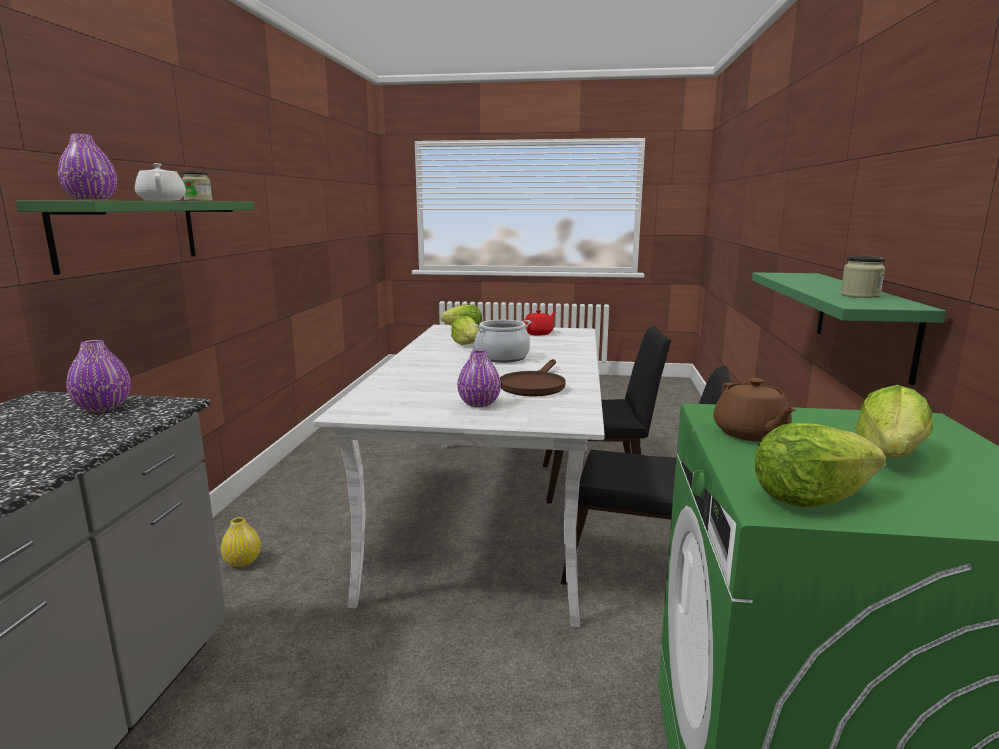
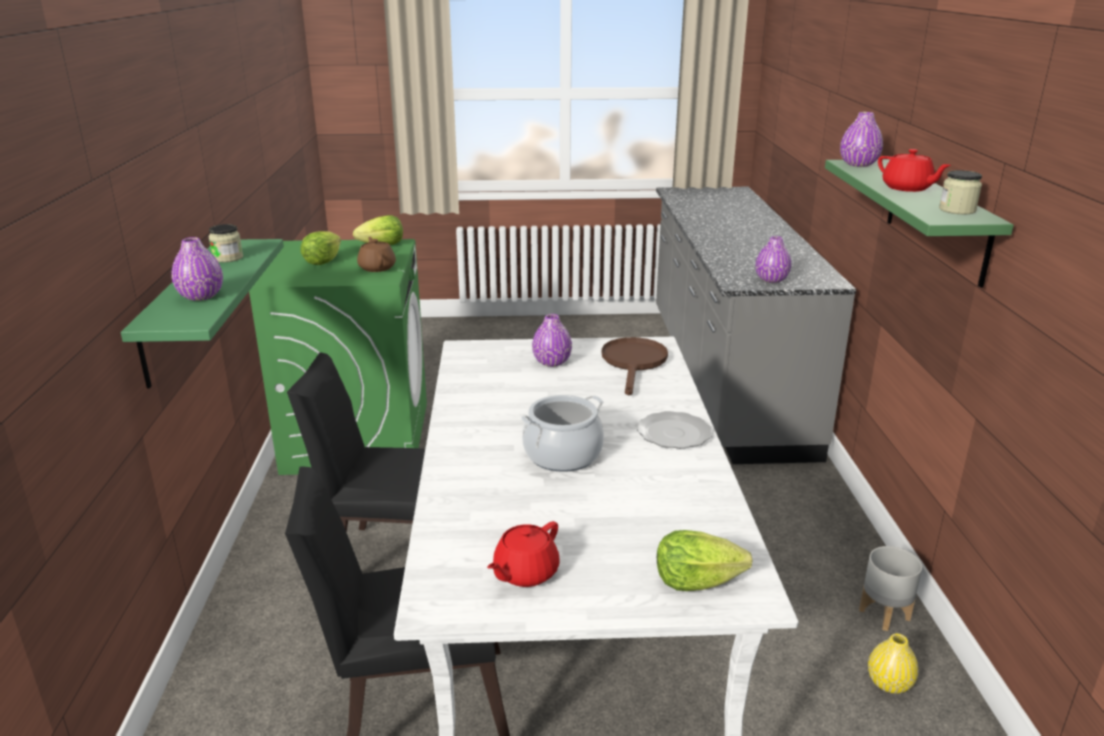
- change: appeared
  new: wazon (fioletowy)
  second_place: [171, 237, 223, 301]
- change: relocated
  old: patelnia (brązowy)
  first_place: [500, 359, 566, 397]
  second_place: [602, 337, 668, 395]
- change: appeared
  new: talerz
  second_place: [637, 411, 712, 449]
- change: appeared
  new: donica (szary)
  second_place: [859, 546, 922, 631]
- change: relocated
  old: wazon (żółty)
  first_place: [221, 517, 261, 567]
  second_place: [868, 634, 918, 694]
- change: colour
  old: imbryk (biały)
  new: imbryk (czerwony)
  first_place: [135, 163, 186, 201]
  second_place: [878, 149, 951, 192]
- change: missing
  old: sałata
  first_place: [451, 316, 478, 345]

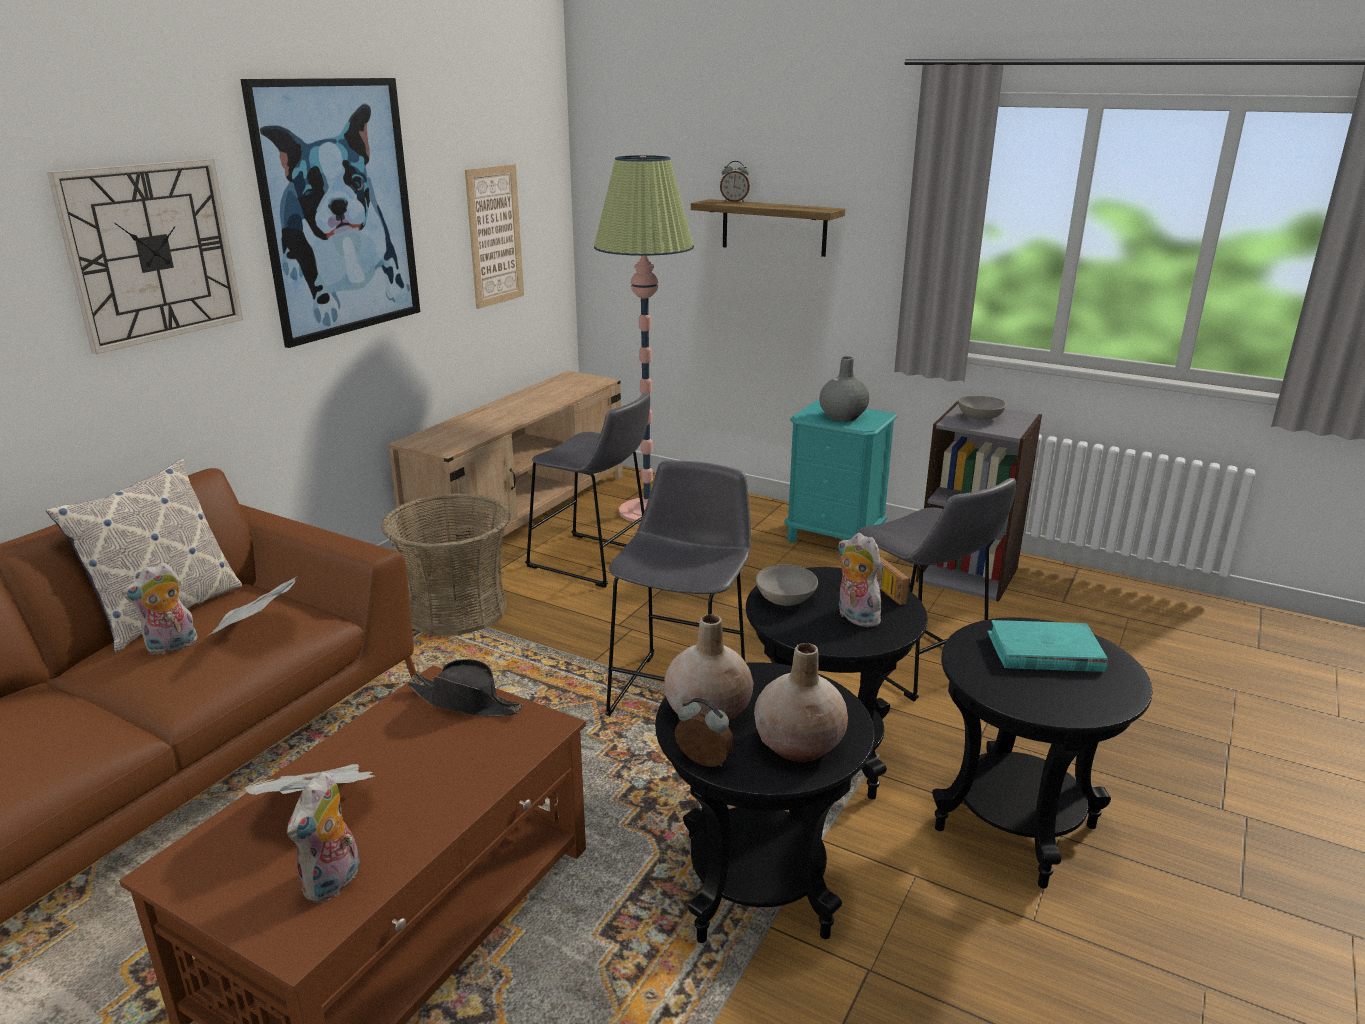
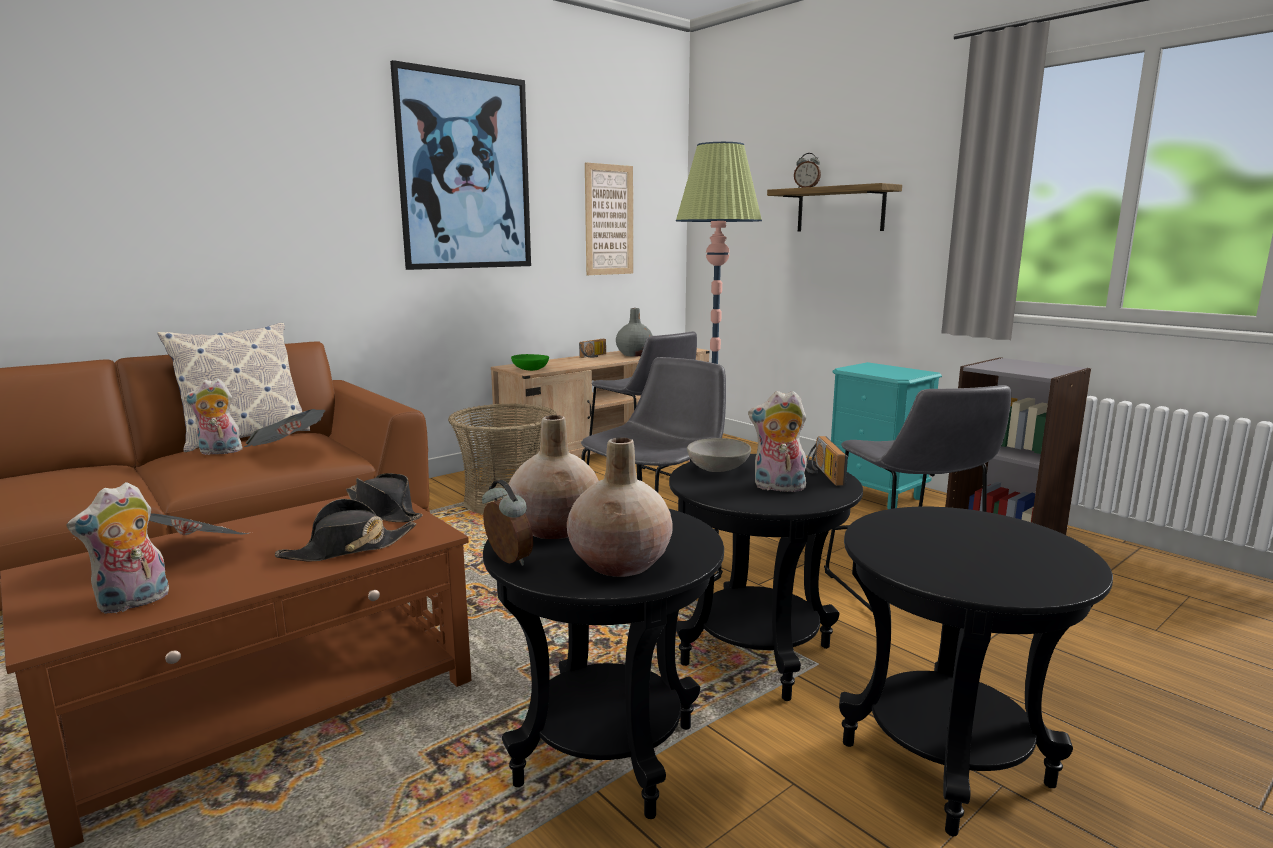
- change: appeared
  new: kapelusz (czarny)
  second_place: [275, 499, 416, 561]
- change: appeared
  new: miska (zielony)
  second_place: [511, 354, 549, 371]
- change: appeared
  new: radio
  second_place: [579, 339, 606, 358]
- change: relocated
  old: wazon (szary)
  first_place: [819, 356, 869, 422]
  second_place: [616, 308, 653, 356]
- change: spun
  old: pluszak
  first_place: [837, 533, 881, 627]
  second_place: [748, 391, 807, 492]
  degrees: -60
- change: missing
  old: zegar ścienny
  first_place: [47, 159, 243, 354]
- change: missing
  old: miska (szary)
  first_place: [958, 396, 1006, 420]
- change: missing
  old: książka (turkusowy)
  first_place: [987, 620, 1108, 672]

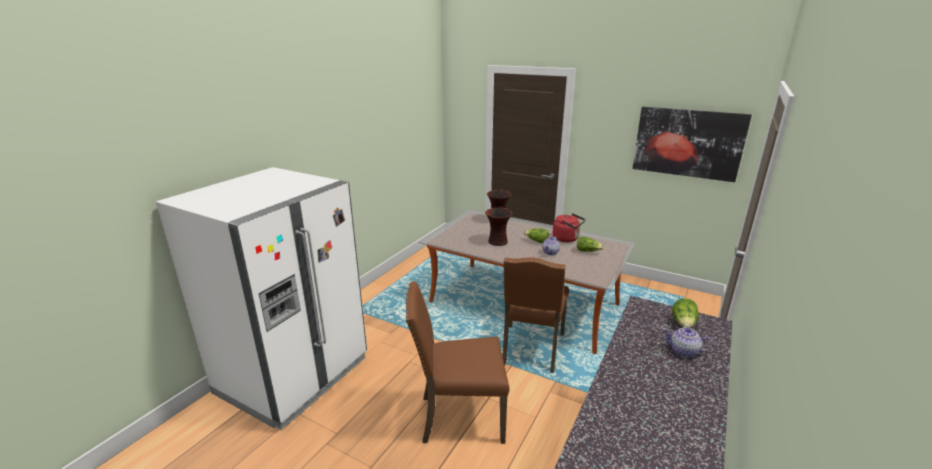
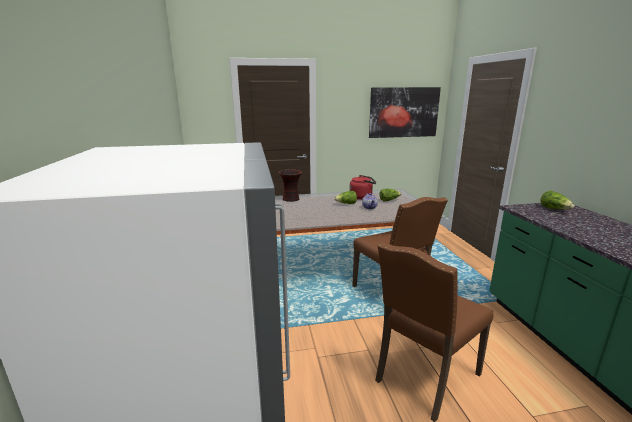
- change: missing
  old: wazon
  first_place: [485, 207, 513, 246]
- change: missing
  old: imbryk
  first_place: [662, 327, 713, 357]

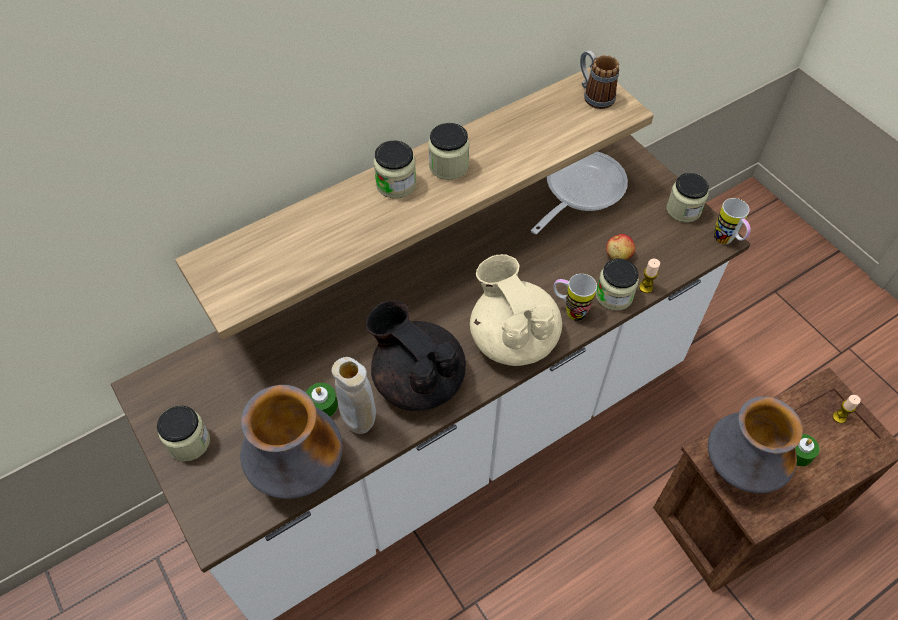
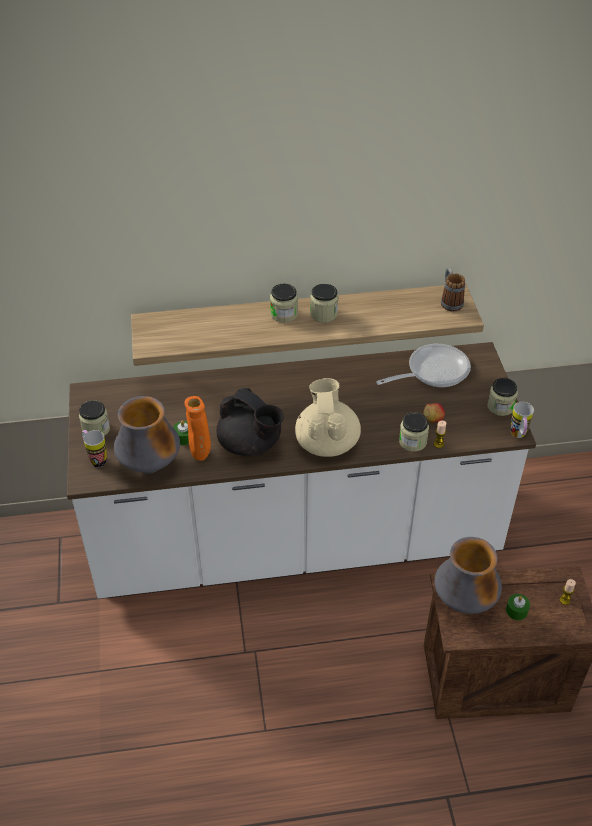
- change: relocated
  old: kubek
  first_place: [553, 274, 597, 321]
  second_place: [82, 430, 107, 467]
- change: colour
  old: wazon (beżowy)
  new: wazon (pomarańczowy)
  first_place: [331, 357, 376, 434]
  second_place: [184, 396, 211, 461]
- change: spun
  old: imbryk (czarny)
  first_place: [366, 300, 466, 411]
  second_place: [216, 388, 284, 456]
  degrees: 150

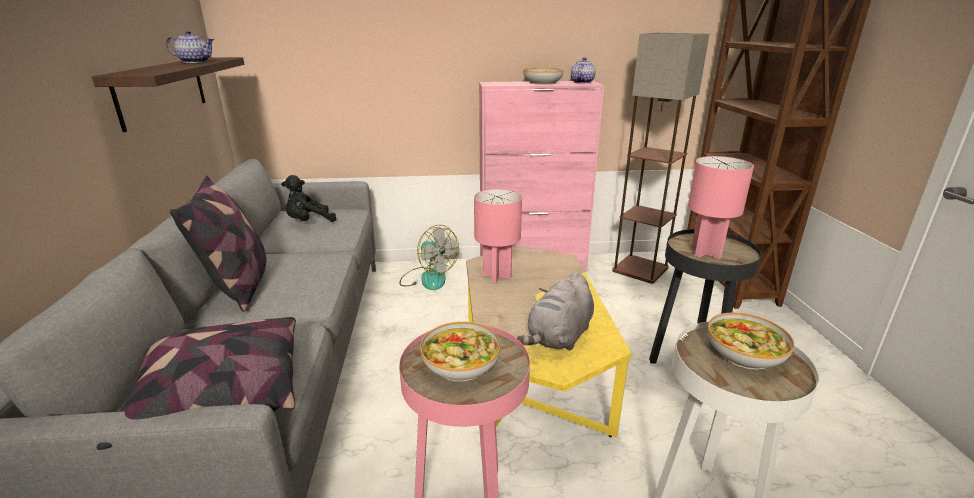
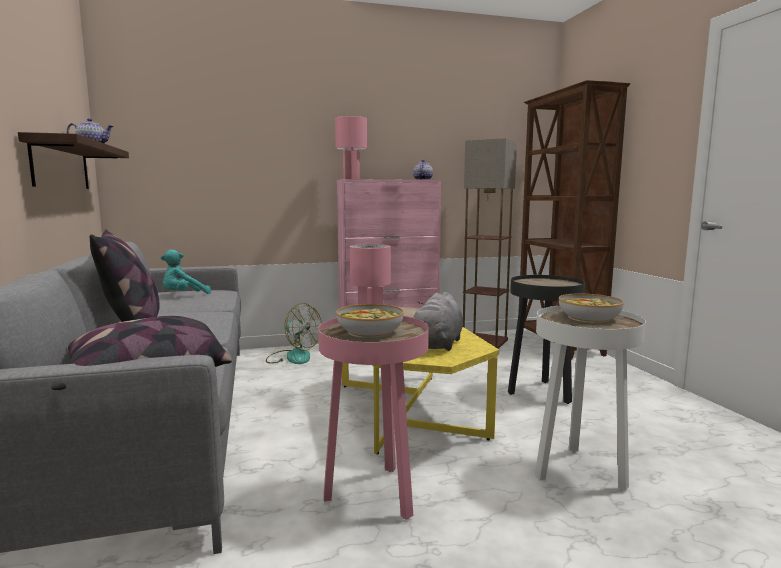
- change: colour
  old: pluszak (czarny)
  new: pluszak (turkusowy)
  first_place: [281, 175, 336, 222]
  second_place: [161, 249, 211, 294]
- change: relocated
  old: lampa stołowa (różowy)
  first_place: [688, 156, 754, 259]
  second_place: [335, 116, 367, 179]
- change: missing
  old: miska
  first_place: [523, 68, 564, 85]

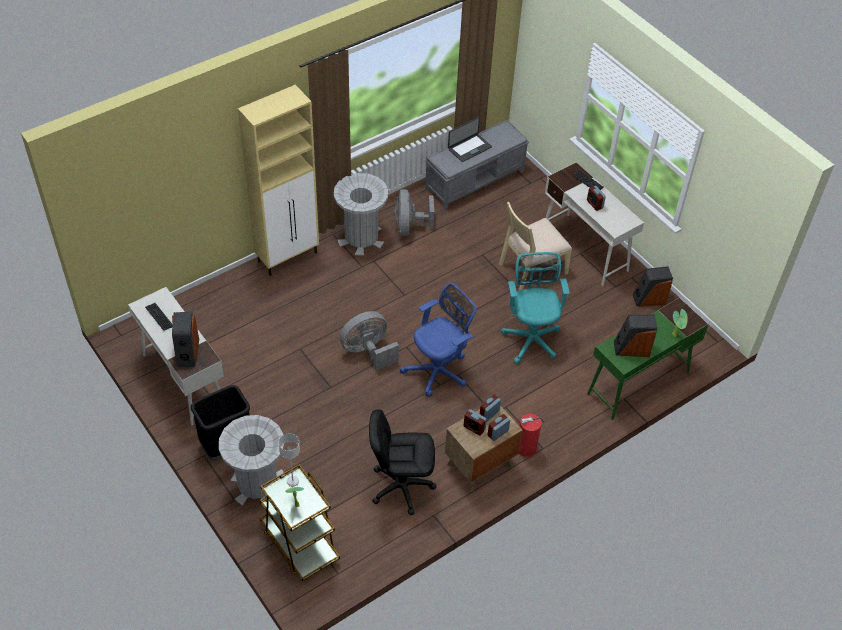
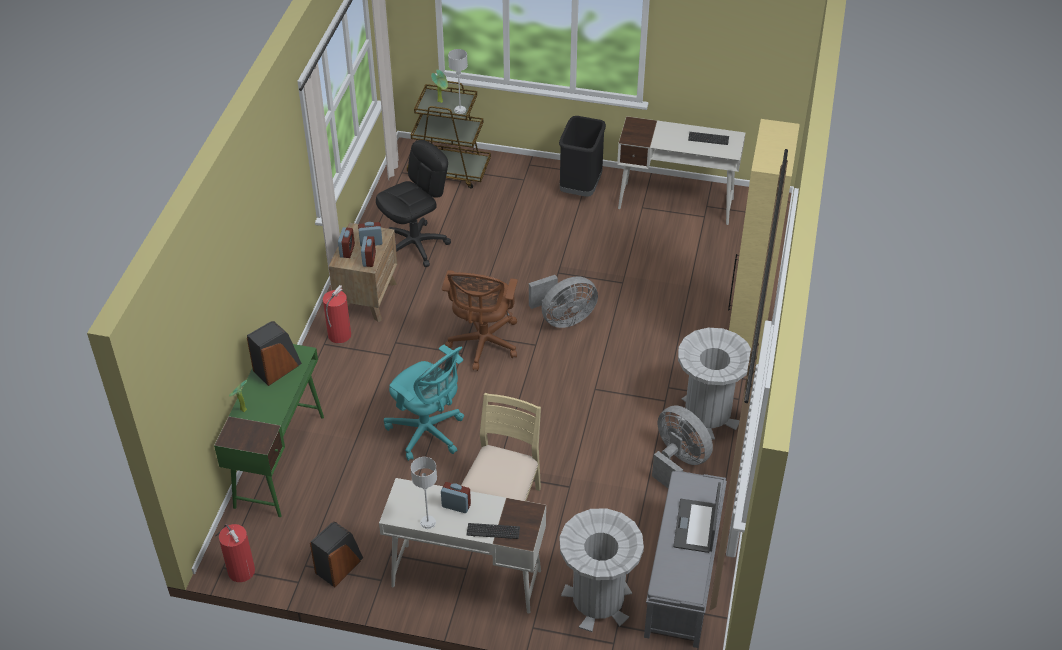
- change: appeared
  new: gaśnica
  second_place: [215, 524, 255, 582]
- change: appeared
  new: lampa stołowa (szary)
  second_place: [411, 457, 437, 529]
- change: colour
  old: krzesło biurowe (niebieski)
  new: krzesło biurowe (brązowy)
  first_place: [400, 283, 477, 397]
  second_place: [442, 270, 518, 371]
- change: spun
  old: wentylator (szary)
  first_place: [339, 311, 399, 370]
  second_place: [529, 275, 598, 328]
  degrees: 45
- change: relocated
  old: kosz na śmieci (szary)
  first_place: [219, 415, 285, 506]
  second_place: [560, 508, 644, 632]
- change: missing
  old: głośnik
  first_place: [172, 312, 199, 367]

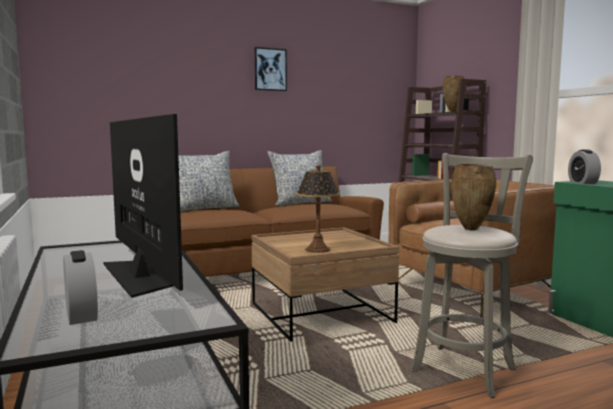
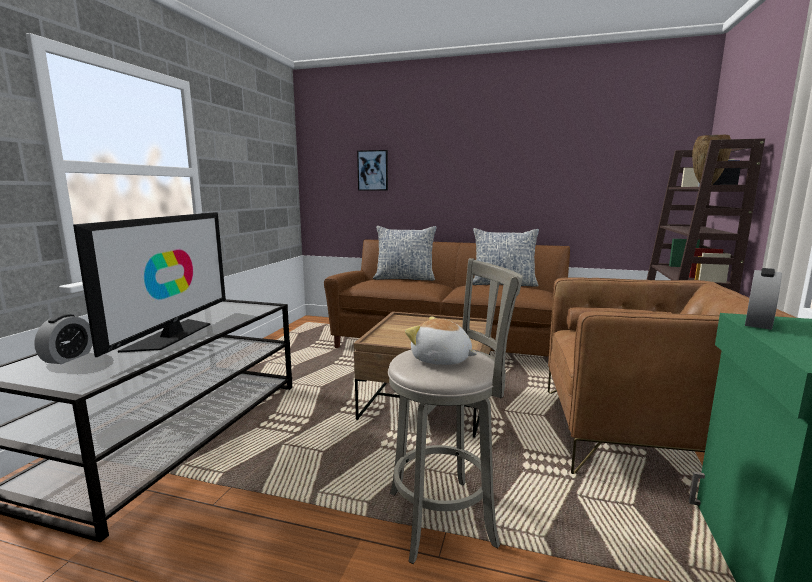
- change: relocated
  old: obraz
  first_place: [255, 47, 287, 91]
  second_place: [357, 150, 388, 191]
- change: exchanged
  old: wazon (brązowy)
  new: pluszak
  first_place: [451, 164, 496, 231]
  second_place: [405, 317, 477, 365]
- change: missing
  old: lampa stołowa
  first_place: [296, 165, 340, 253]

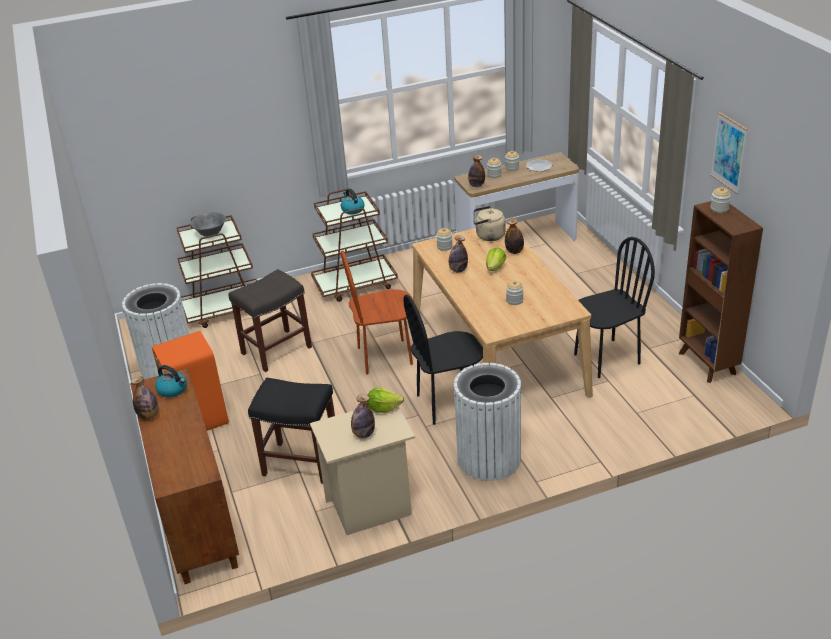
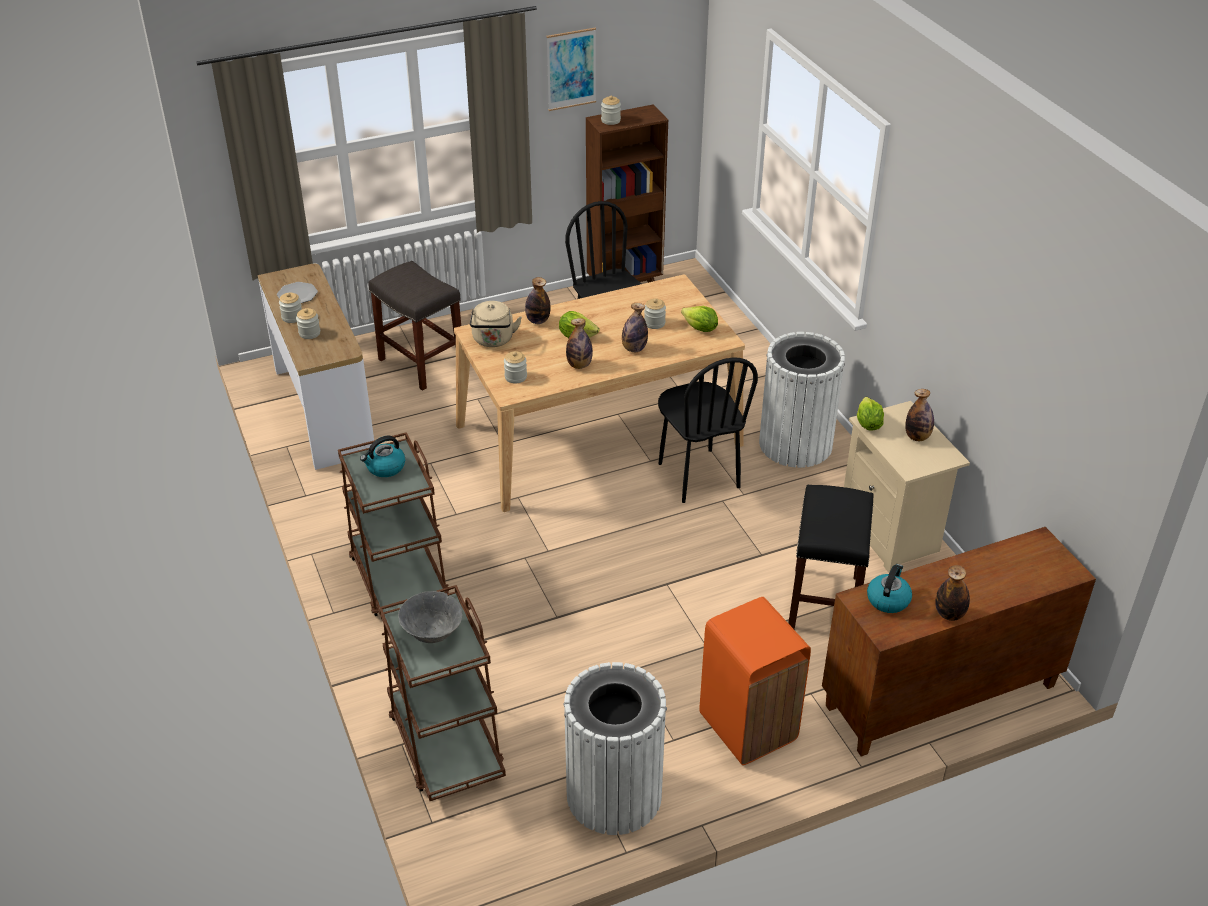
- change: relocated
  old: stołek (szary)
  first_place: [229, 269, 312, 372]
  second_place: [369, 261, 461, 391]
- change: relocated
  old: butelka
  first_place: [468, 155, 485, 187]
  second_place: [622, 303, 648, 352]
- change: appeared
  new: sałata
  second_place: [681, 306, 718, 332]
- change: missing
  old: krzesło (brązowy)
  first_place: [341, 250, 413, 375]

